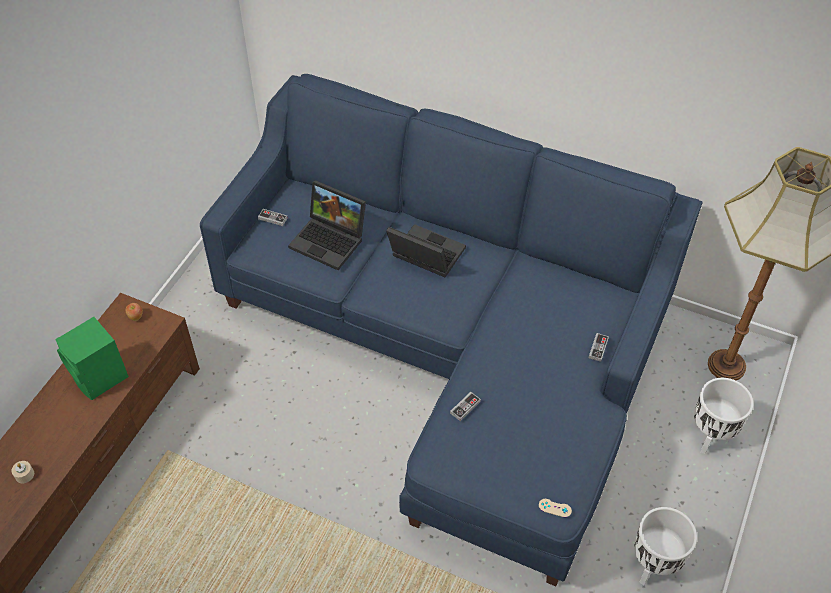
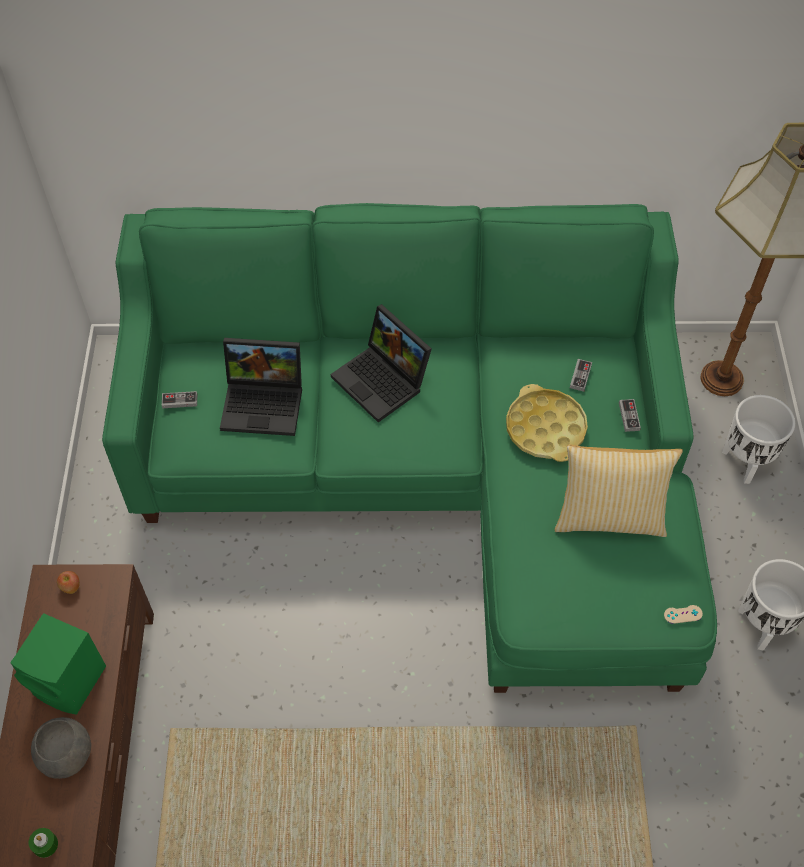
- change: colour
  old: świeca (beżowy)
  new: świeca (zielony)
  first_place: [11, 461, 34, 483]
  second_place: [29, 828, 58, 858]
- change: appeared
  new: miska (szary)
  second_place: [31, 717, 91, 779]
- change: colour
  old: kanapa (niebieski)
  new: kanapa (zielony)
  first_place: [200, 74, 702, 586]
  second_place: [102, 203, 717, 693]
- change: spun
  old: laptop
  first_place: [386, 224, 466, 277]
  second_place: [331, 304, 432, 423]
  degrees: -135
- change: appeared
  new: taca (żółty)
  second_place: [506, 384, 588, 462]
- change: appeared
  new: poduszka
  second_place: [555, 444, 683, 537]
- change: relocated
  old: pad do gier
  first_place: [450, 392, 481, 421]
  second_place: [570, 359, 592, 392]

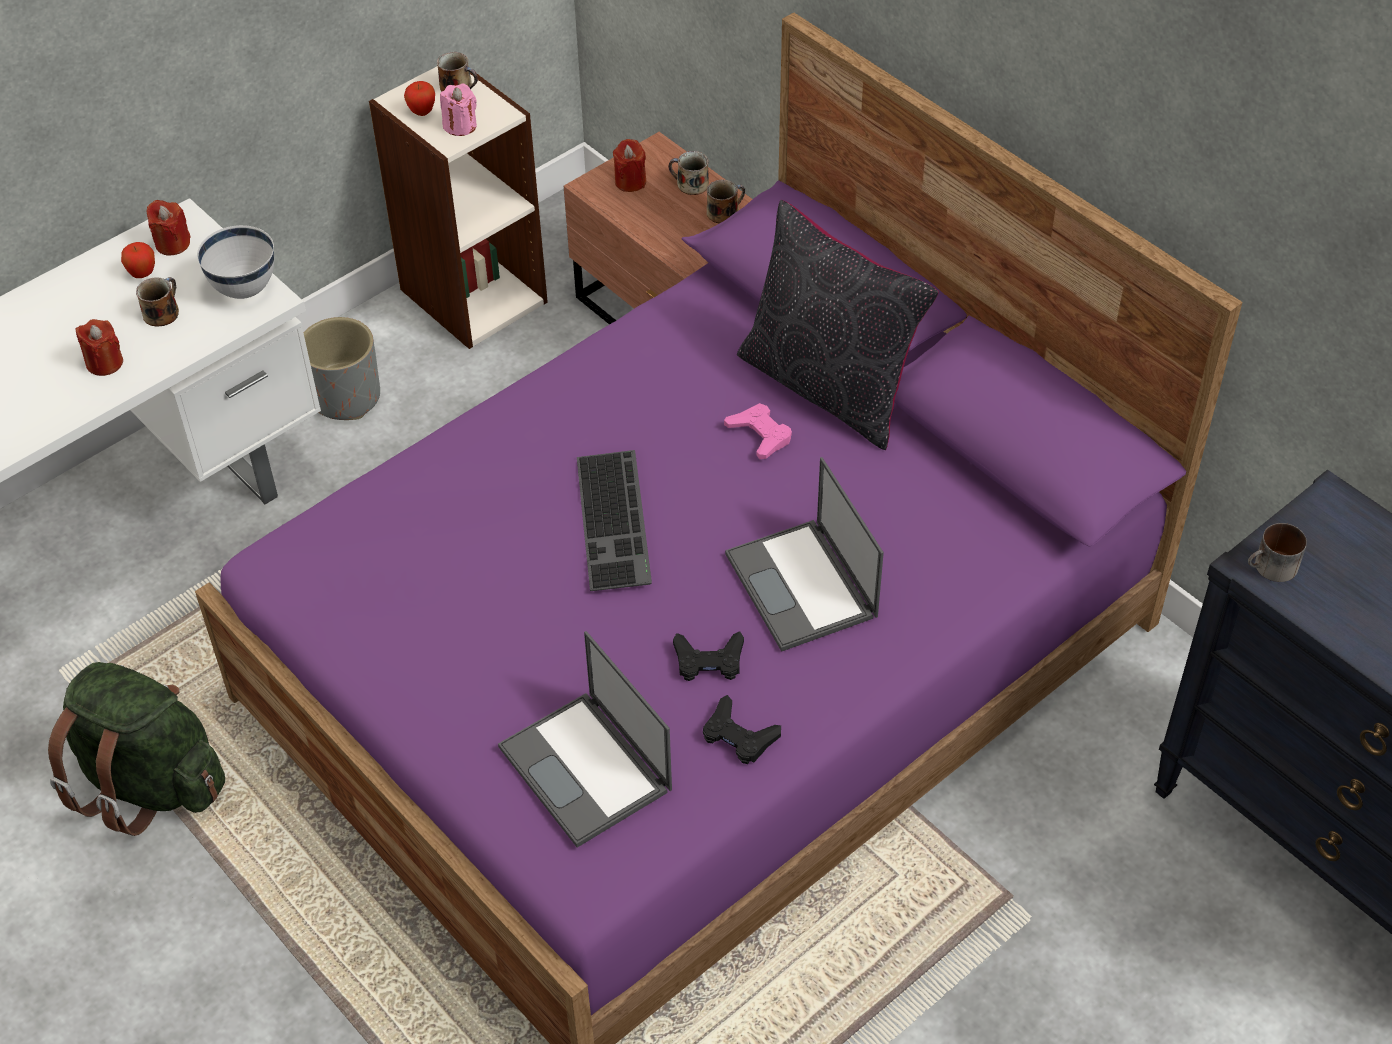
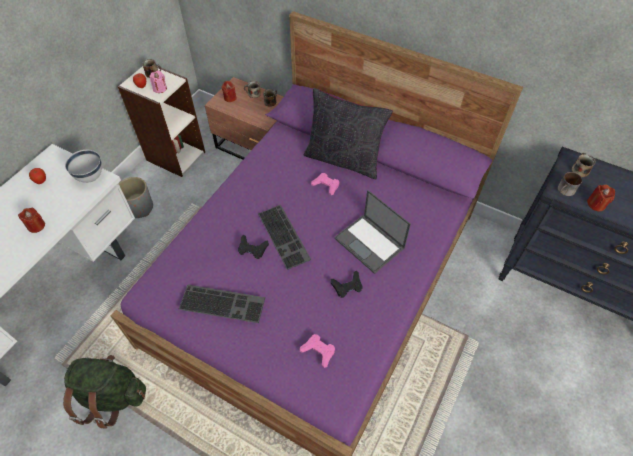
- change: appeared
  new: klawiatura
  second_place: [179, 284, 265, 323]
- change: relocated
  old: pad do gier (czarny)
  first_place: [703, 695, 781, 764]
  second_place: [238, 234, 269, 259]
- change: exchanged
  old: laptop
  new: pad do gier (różowy)
  first_place: [498, 631, 672, 847]
  second_place: [300, 334, 335, 368]
- change: relocated
  old: kubek
  first_place: [136, 277, 179, 327]
  second_place: [572, 153, 596, 177]
- change: relocated
  old: świeca (czerwony)
  first_place: [147, 200, 191, 256]
  second_place: [587, 184, 615, 211]

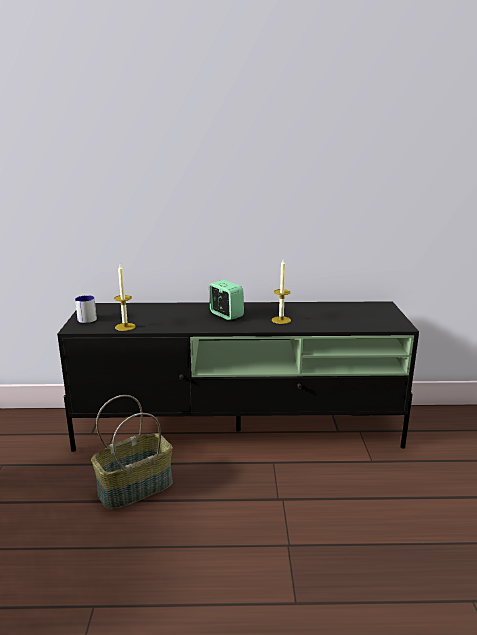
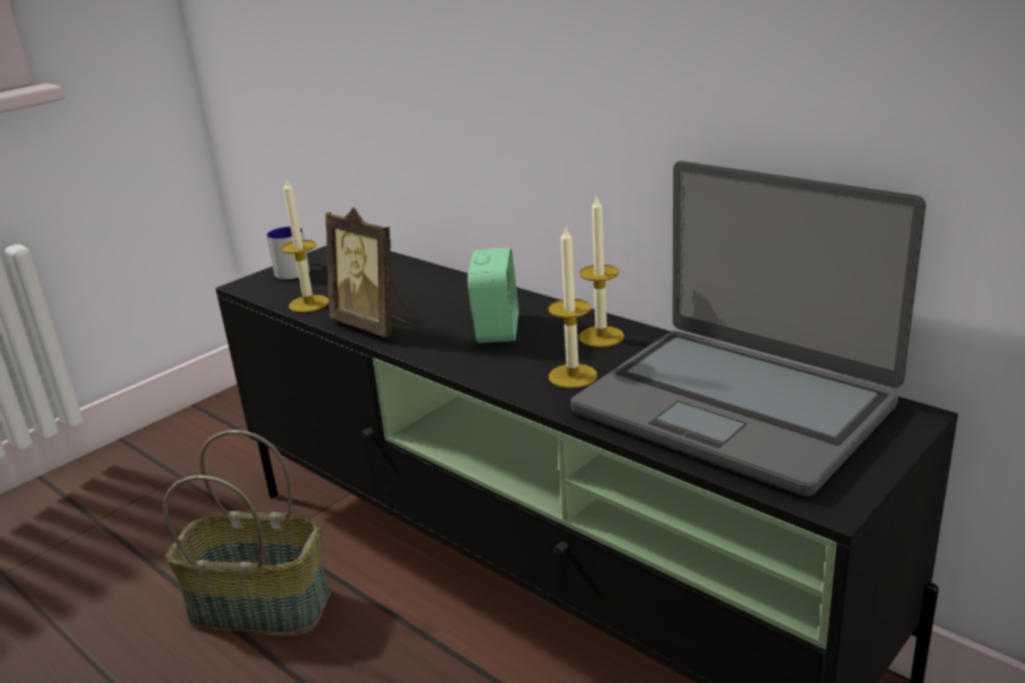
- change: appeared
  new: ramka na zdjęcie
  second_place: [326, 207, 412, 338]
- change: appeared
  new: laptop
  second_place: [571, 161, 926, 497]
- change: appeared
  new: świeca
  second_place: [579, 194, 624, 347]

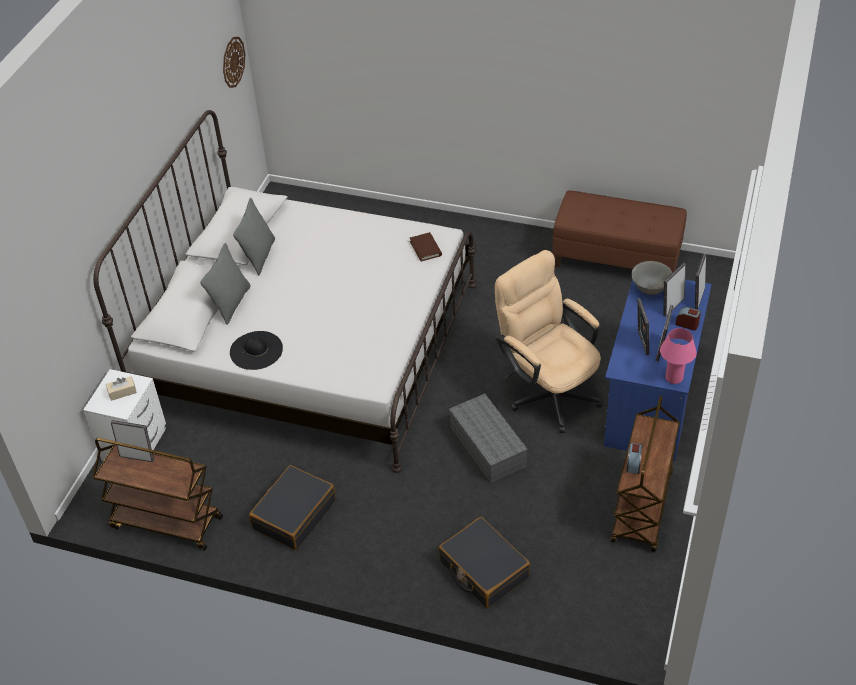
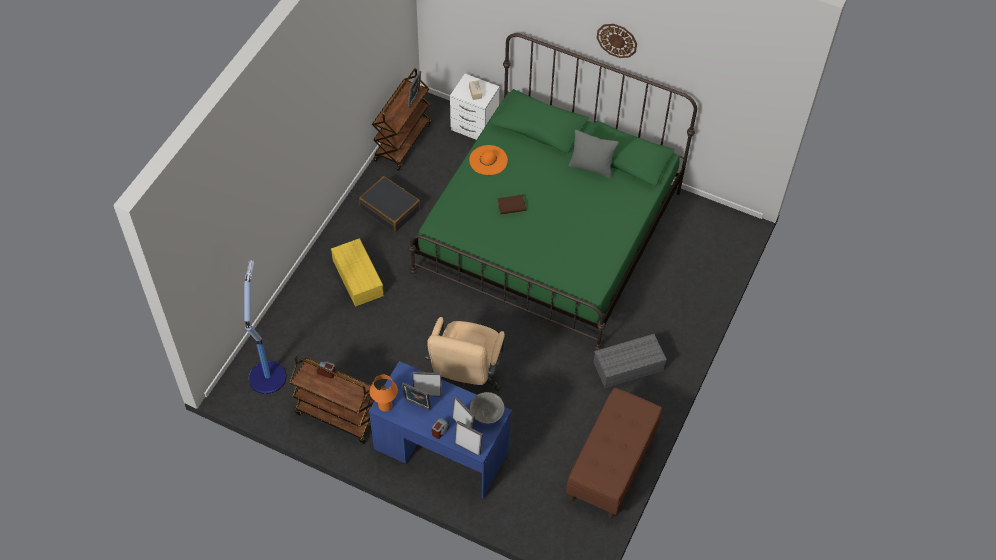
- change: appeared
  new: lampa stojąca
  second_place: [244, 260, 286, 394]
- change: appeared
  new: pojemnik do przechowywania (żółty)
  second_place: [331, 238, 383, 307]
- change: colour
  old: lampa stołowa (różowy)
  new: lampa stołowa (pomarańczowy)
  first_place: [660, 328, 697, 384]
  second_place: [370, 375, 398, 412]
- change: colour
  old: łóżko (biały)
  new: łóżko (zielony)
  first_place: [93, 110, 476, 473]
  second_place: [408, 33, 697, 350]
- change: spun
  old: krzesło biurowe (beżowy)
  first_place: [495, 250, 603, 433]
  second_place: [425, 317, 505, 391]
  degrees: 135
- change: colour
  old: kapelusz (czarny)
  new: kapelusz (pomarańczowy)
  first_place: [230, 331, 283, 370]
  second_place: [469, 145, 508, 175]
- change: relocated
  old: książka (brązowy)
  first_place: [410, 232, 442, 262]
  second_place: [497, 195, 526, 215]
- change: relocated
  old: pojemnik do przechowywania (szary)
  first_place: [449, 394, 528, 483]
  second_place: [593, 334, 667, 388]
- change: relocated
  old: zegar ścienny
  first_place: [223, 37, 245, 88]
  second_place: [597, 24, 637, 58]
- change: missing
  old: poduszka (szary)
  first_place: [200, 243, 250, 325]
- change: missing
  old: walizka (czarny)
  first_place: [438, 517, 530, 608]

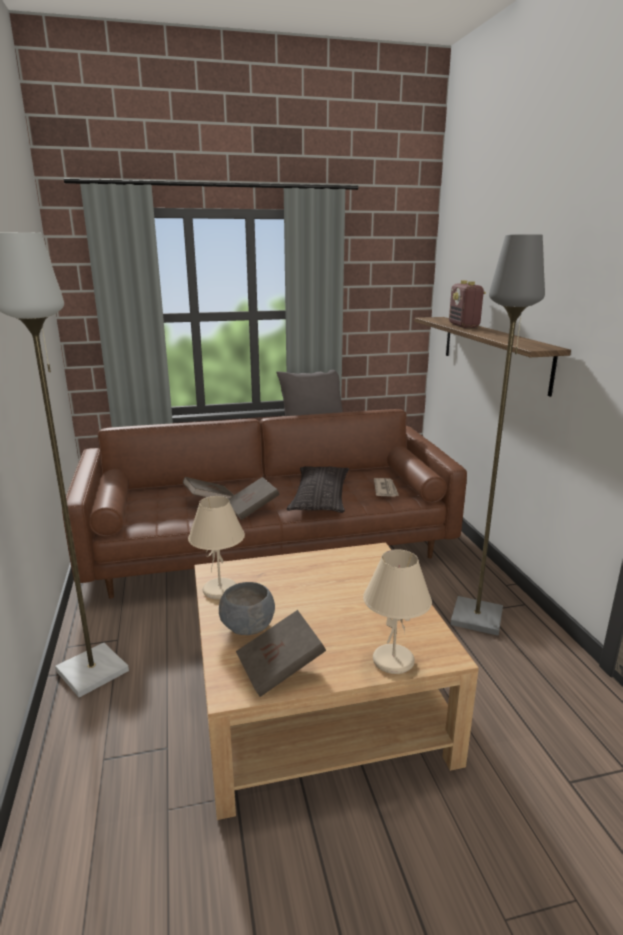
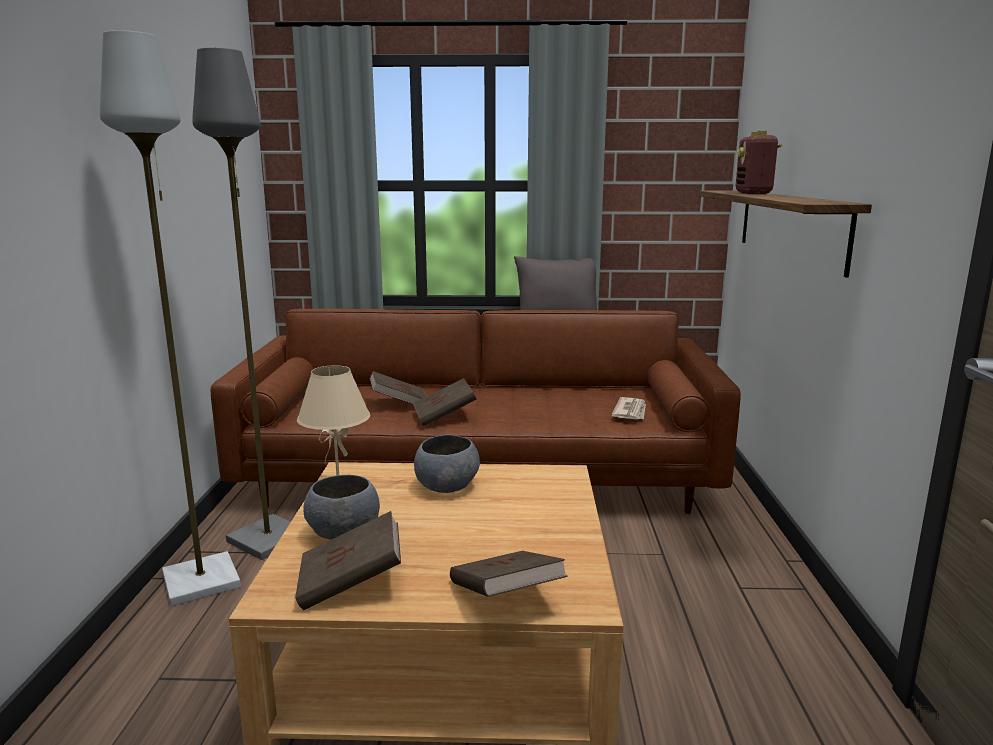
- change: relocated
  old: lampa stojąca (szary)
  first_place: [450, 234, 545, 636]
  second_place: [192, 48, 291, 560]
- change: appeared
  new: miska (szary)
  second_place: [414, 435, 480, 493]
- change: exchanged
  old: lampa stołowa (beżowy)
  new: książka (brązowy)
  first_place: [363, 549, 432, 674]
  second_place: [450, 551, 568, 597]
- change: missing
  old: poduszka
  first_place: [287, 466, 349, 513]

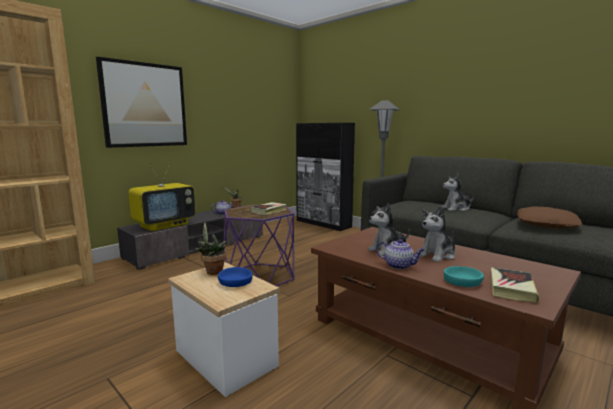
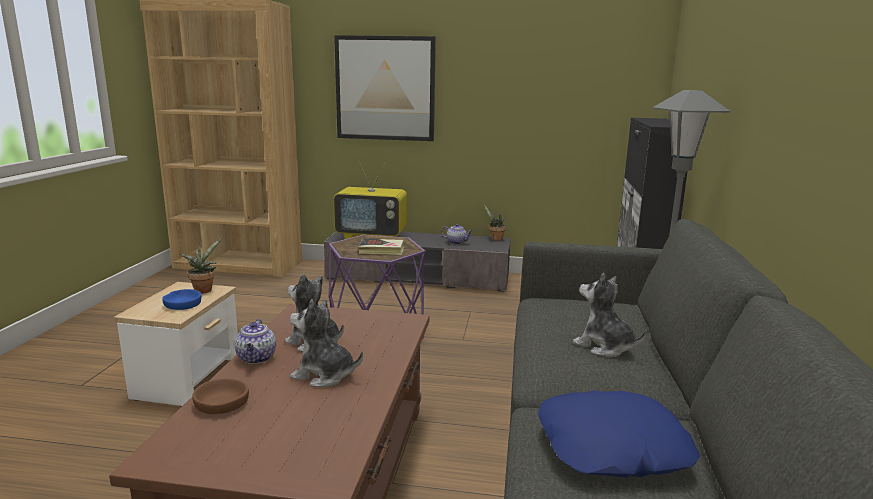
- change: colour
  old: miska (turkusowy)
  new: miska (brązowy)
  first_place: [444, 266, 484, 287]
  second_place: [192, 379, 249, 414]
- change: colour
  old: poduszka (brązowy)
  new: poduszka (niebieski)
  first_place: [517, 206, 582, 229]
  second_place: [538, 390, 700, 477]
- change: missing
  old: książka
  first_place: [491, 268, 539, 303]

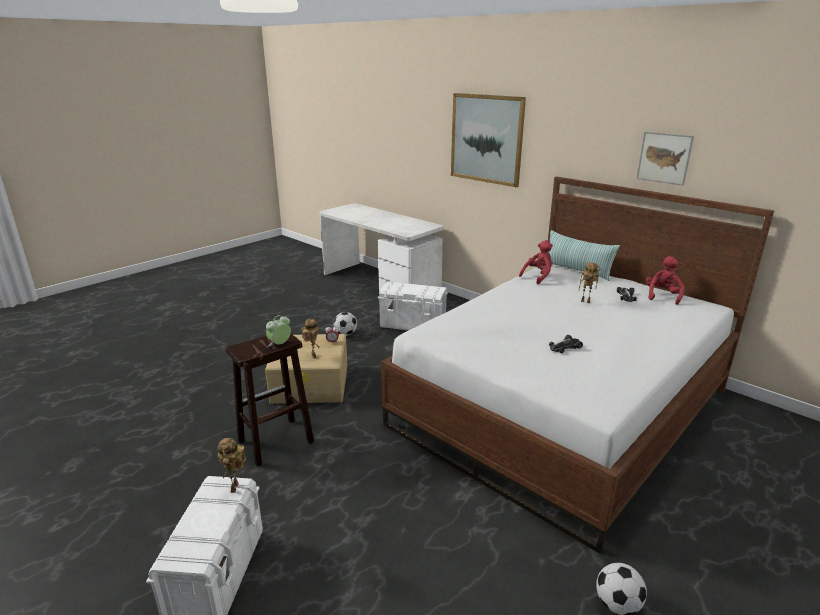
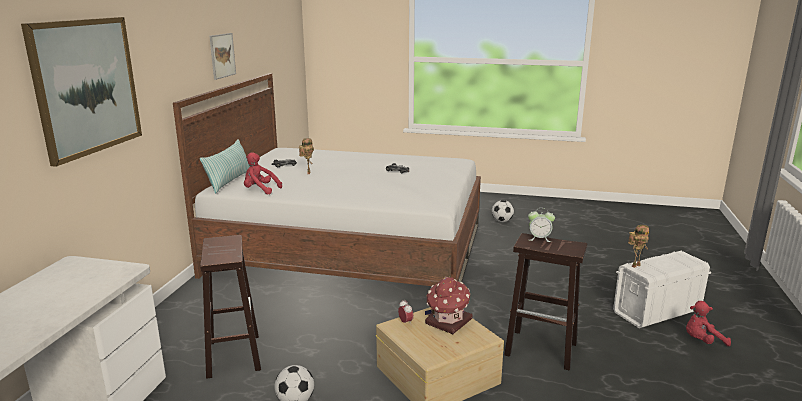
- change: exchanged
  old: pojemnik do przechowywania (biały)
  new: stołek (brązowy)
  first_place: [378, 281, 448, 330]
  second_place: [200, 235, 261, 379]
- change: exchanged
  old: robot zabawkowy
  new: domek
  first_place: [301, 319, 320, 359]
  second_place: [425, 277, 472, 334]
- change: relocated
  old: pluszak (czerwony)
  first_place: [646, 256, 685, 305]
  second_place: [686, 301, 731, 346]

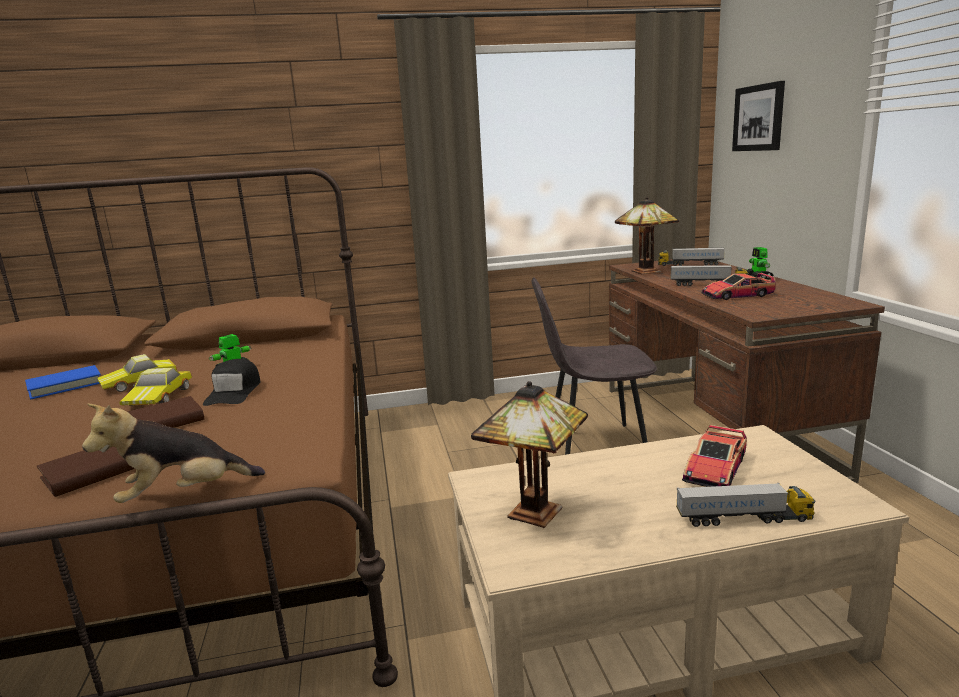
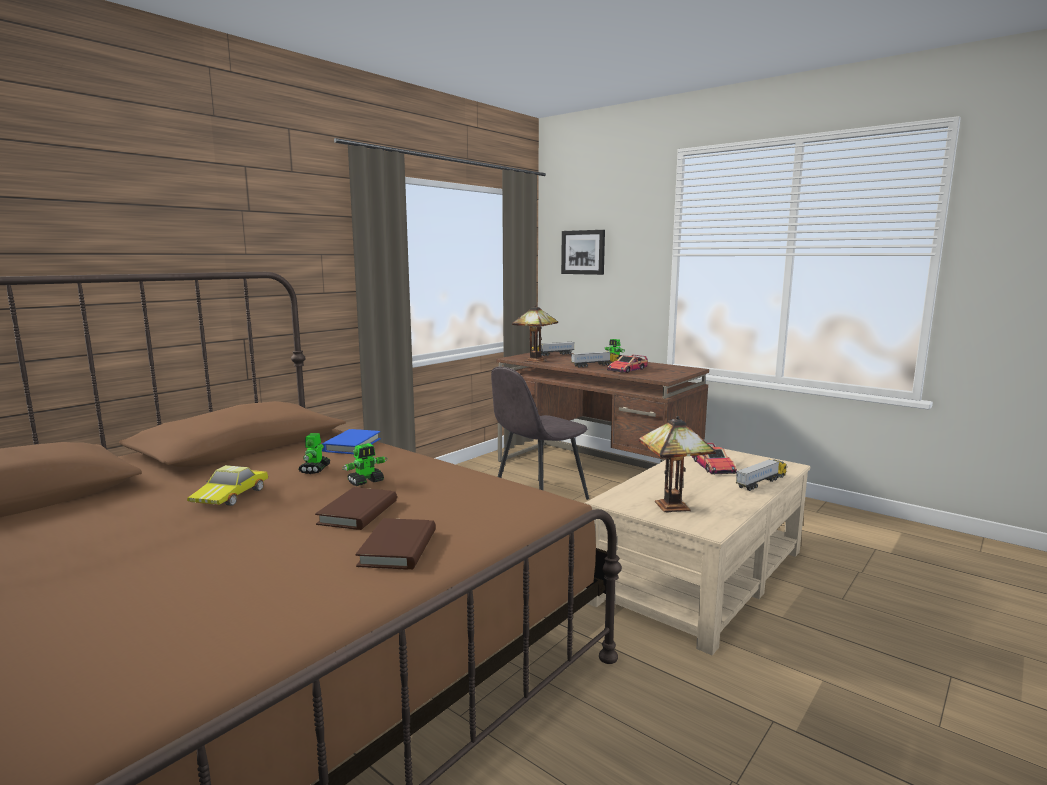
- change: relocated
  old: książka (niebieski)
  first_place: [25, 365, 101, 400]
  second_place: [322, 429, 381, 454]
- change: exchanged
  old: czapka z daszkiem (czarny)
  new: robot zabawkowy
  first_place: [203, 359, 260, 406]
  second_place: [343, 443, 387, 486]
- change: missing
  old: pluszak
  first_place: [82, 404, 265, 503]
- change: missing
  old: samochodzik
  first_place: [120, 368, 192, 406]

